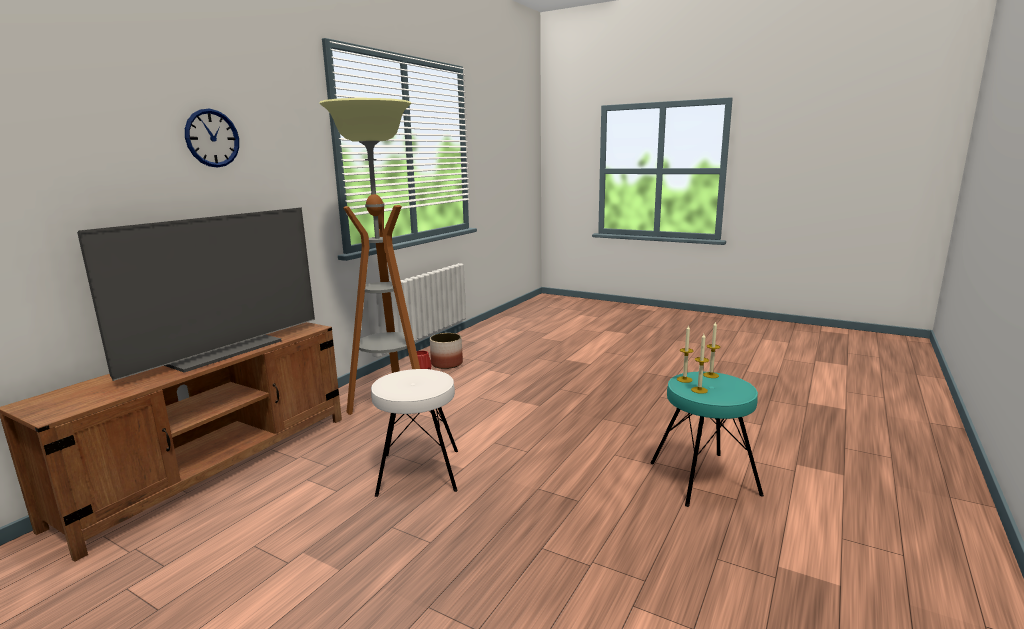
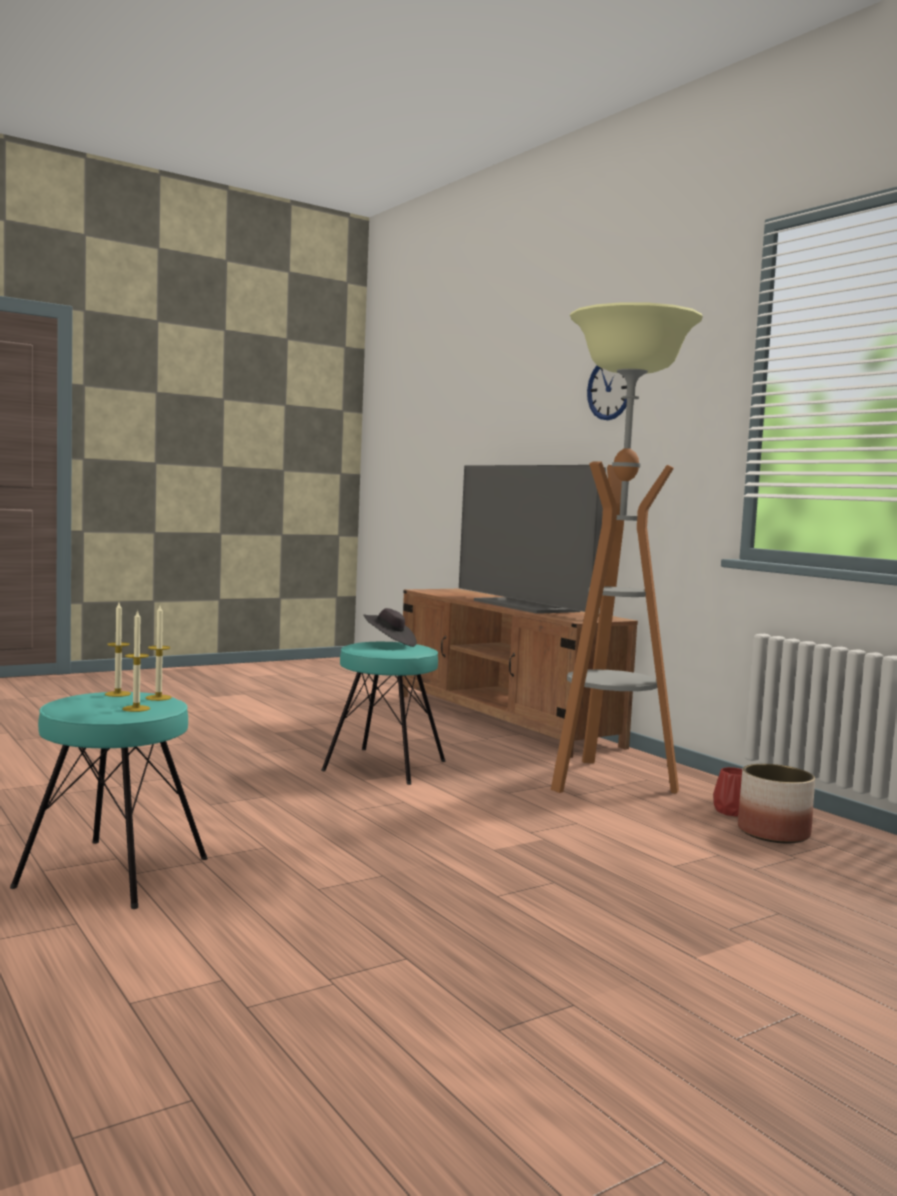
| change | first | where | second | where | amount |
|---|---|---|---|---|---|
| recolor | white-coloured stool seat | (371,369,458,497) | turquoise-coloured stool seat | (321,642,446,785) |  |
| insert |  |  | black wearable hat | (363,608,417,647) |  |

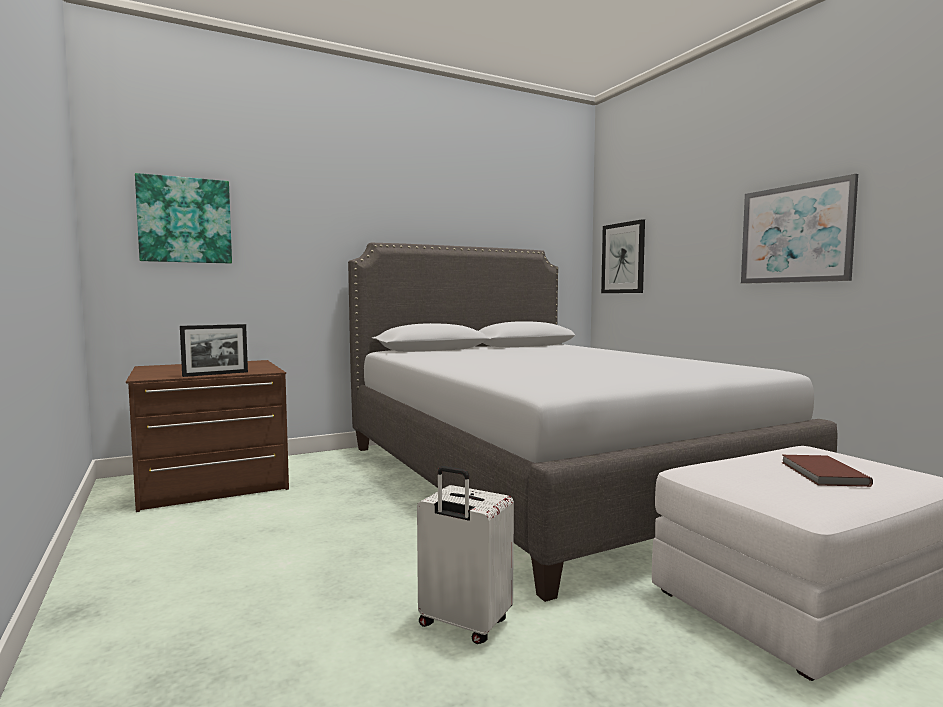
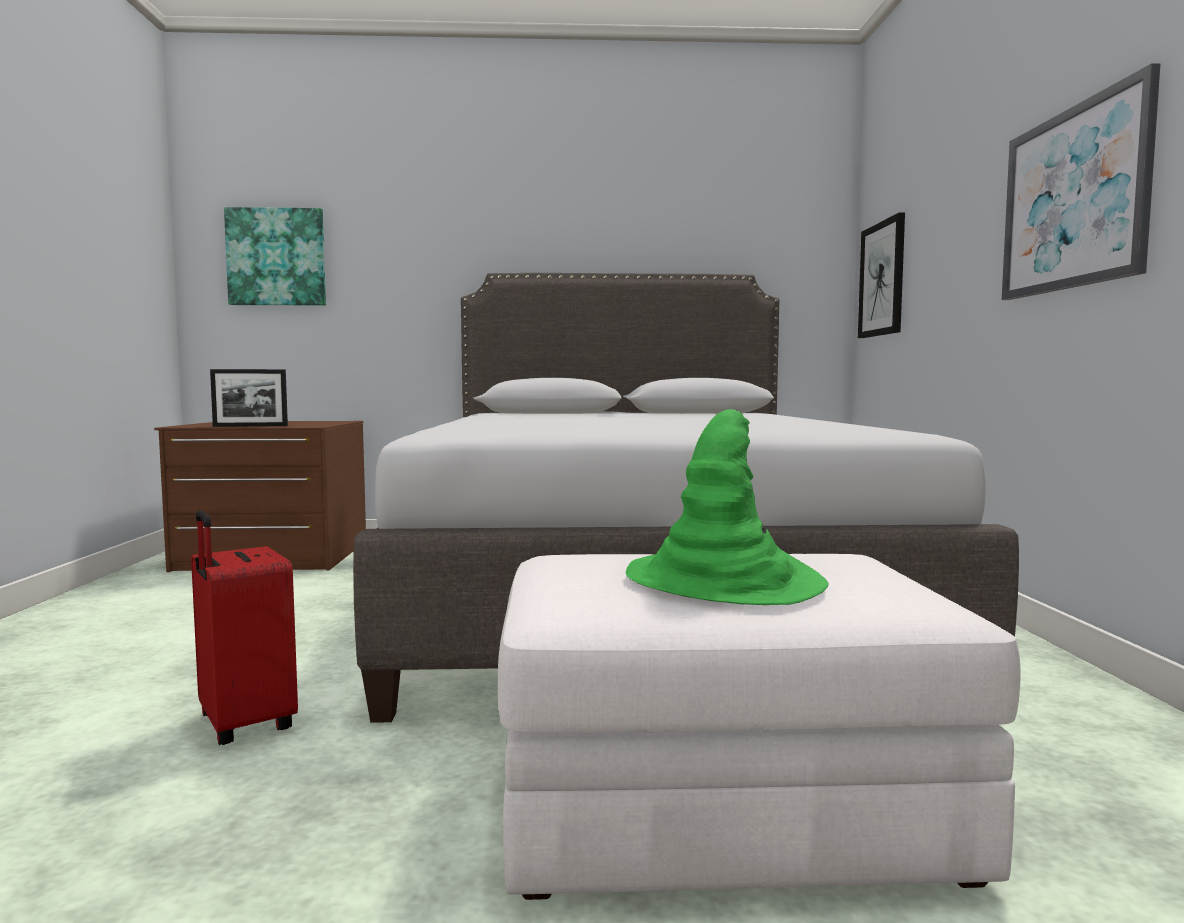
| change | first | where | second | where | amount |
|---|---|---|---|---|---|
| recolor | white-coloured suitcase | (417,466,514,644) | red suitcase | (191,510,298,745) |  |
| replace | brownish volume | (781,455,873,487) | greenish wearable hat | (626,409,828,605) |  |

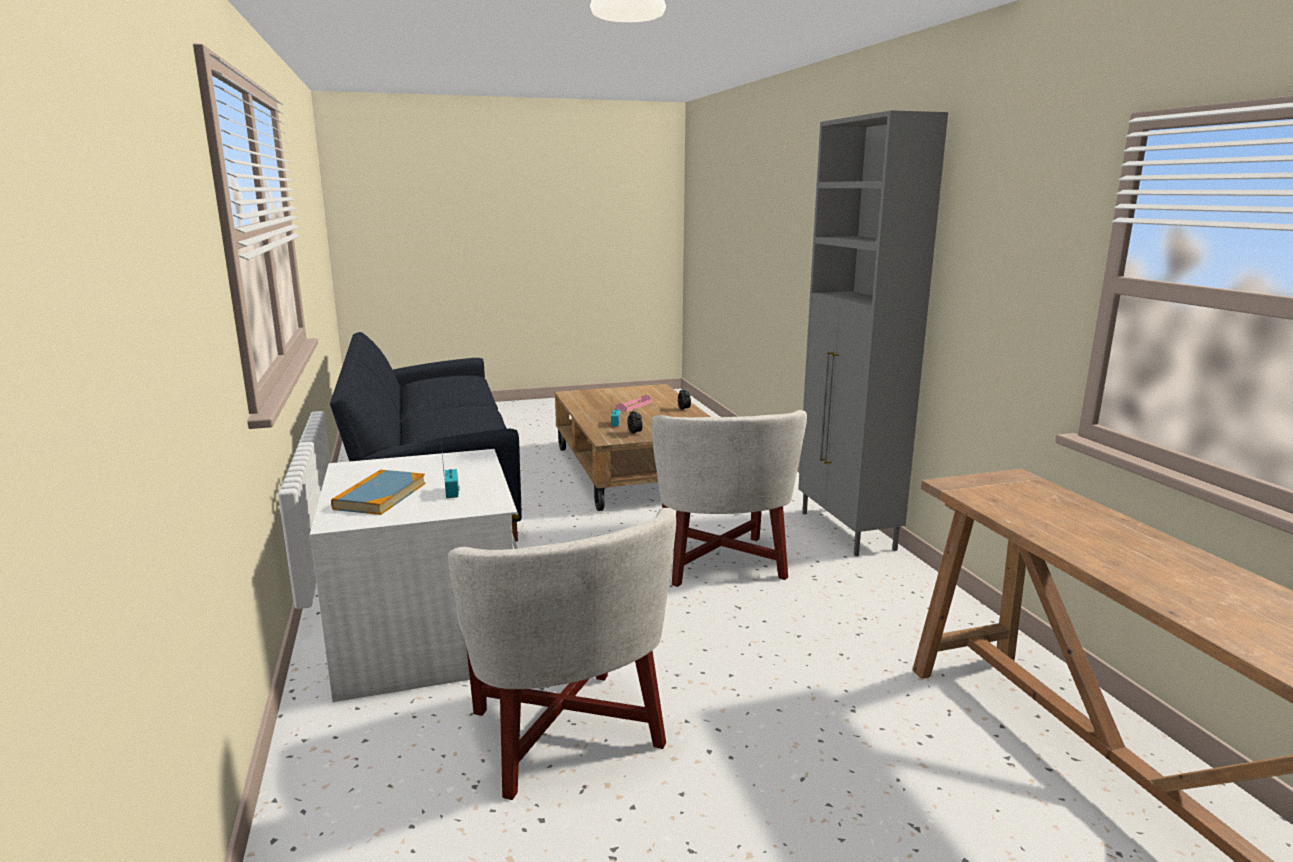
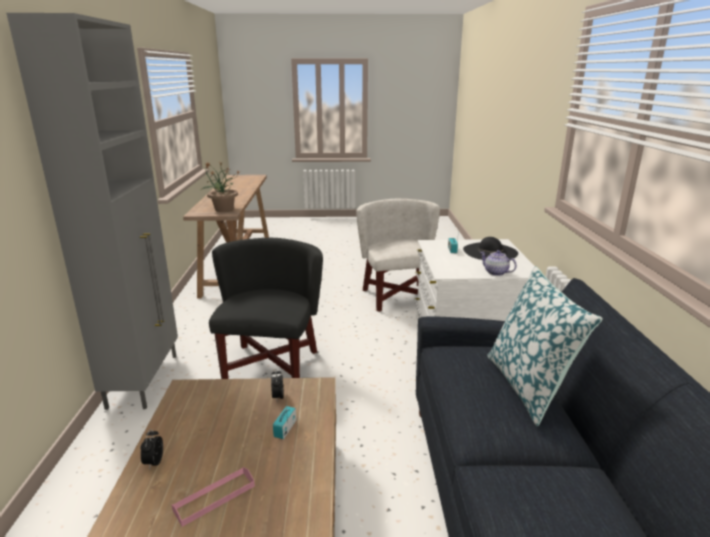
| change | first | where | second | where | amount |
|---|---|---|---|---|---|
| replace | volume | (331,470,426,515) | black wearable hat | (463,237,518,260) |  |
| recolor | white-coloured lounge chair | (651,410,807,587) | black lounge chair | (209,238,323,379) |  |
| insert |  |  | houseplant | (202,162,240,212) |  |
| insert |  |  | tea pot | (480,250,517,276) |  |
| insert |  |  | throw pillow | (487,266,603,427) |  |

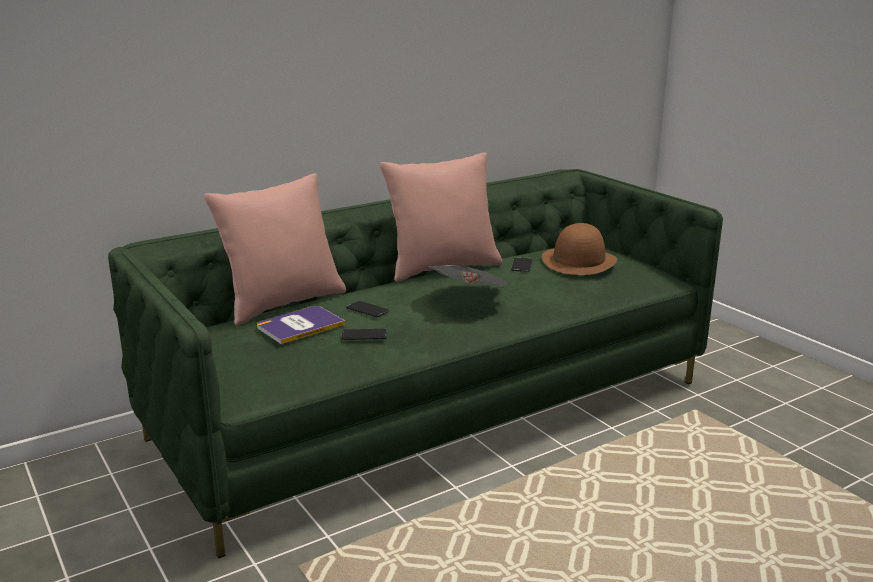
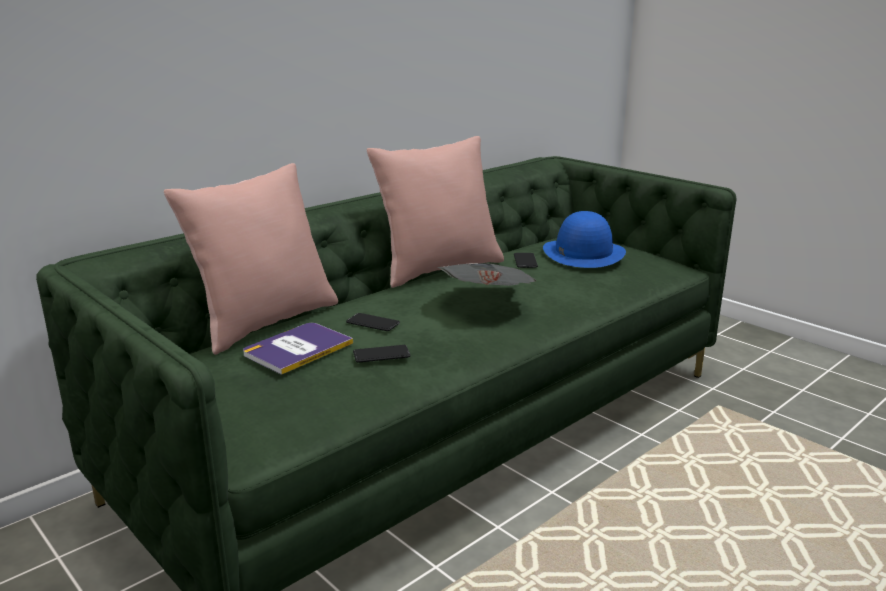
| change | first | where | second | where | amount |
|---|---|---|---|---|---|
| recolor | brownish wearable hat | (542,223,617,275) | blue wearable hat | (543,211,626,268) |  |

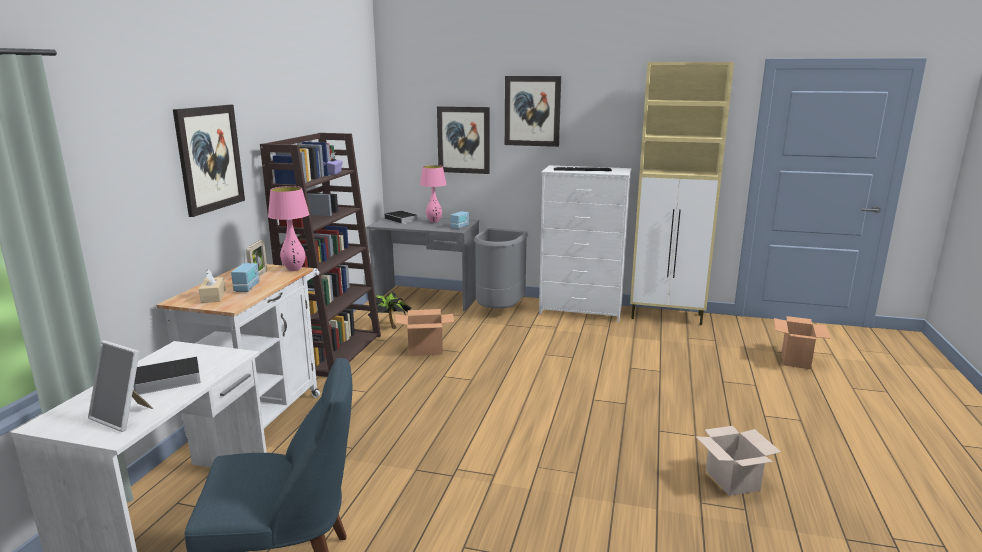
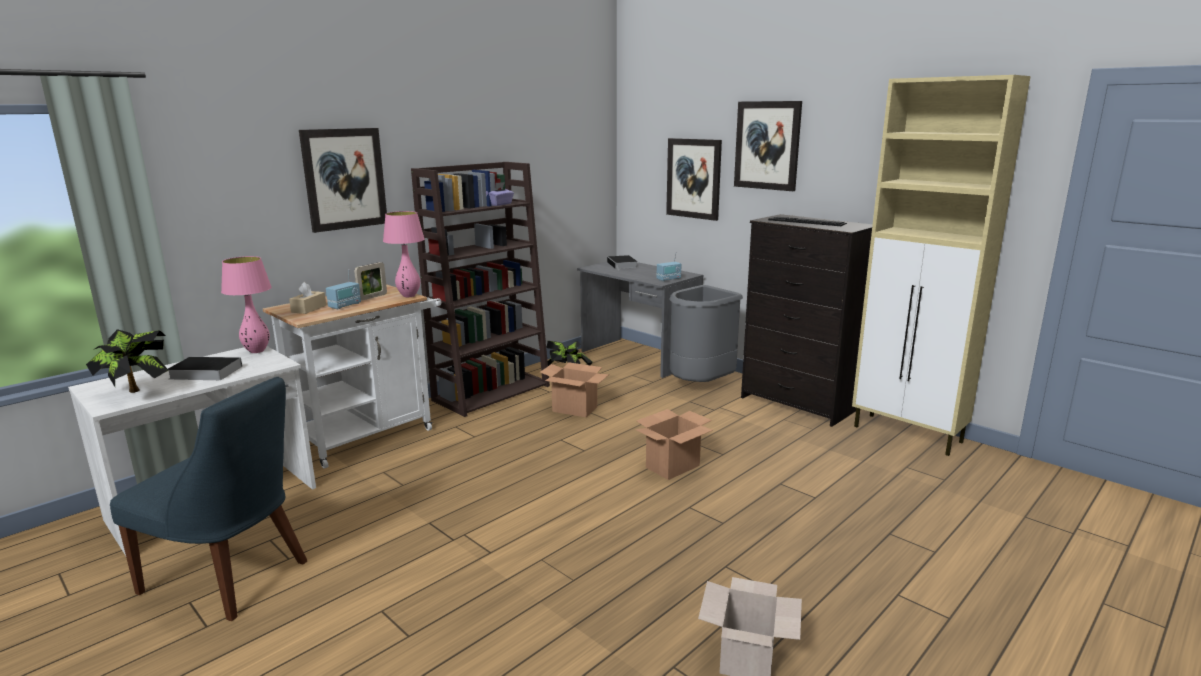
| change | first | where | second | where | amount |
|---|---|---|---|---|---|
| replace | picture frame | (88,340,154,432) | houseplant | (86,329,170,393) |  |
| move | pinkish lamp for a table | (420,165,447,223) |  | (221,256,272,353) |  |
| recolor | white-coloured dresser | (539,165,632,322) | black dresser | (741,214,873,427) |  |
| move | carton | (774,316,830,369) |  | (635,409,713,480) |  |

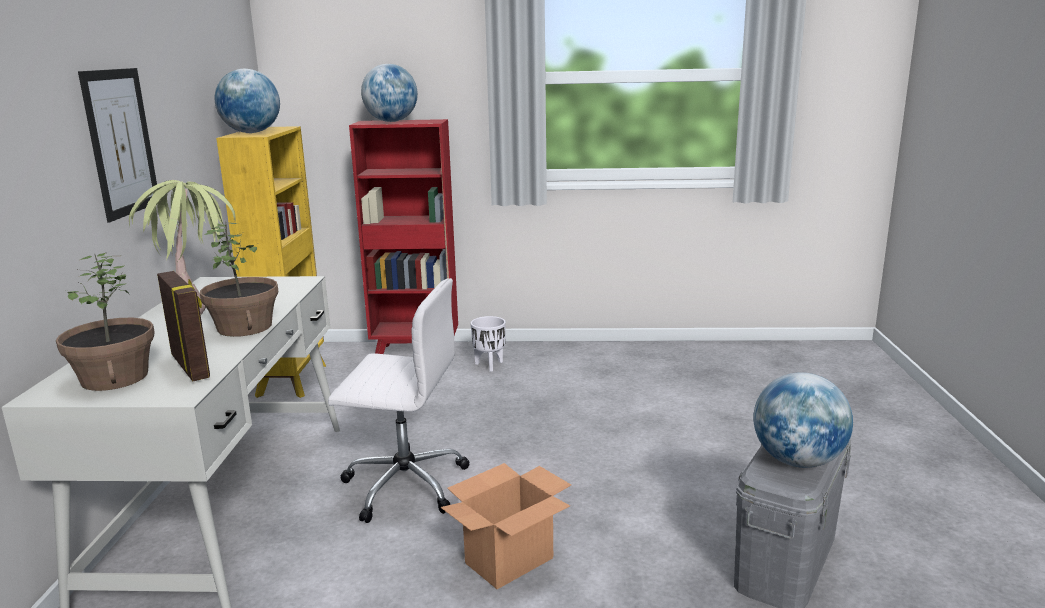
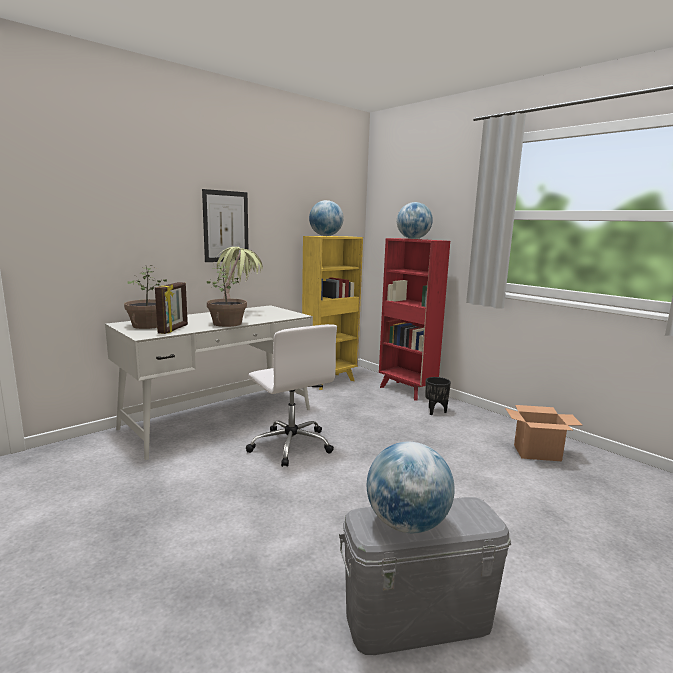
| change | first | where | second | where | amount |
|---|---|---|---|---|---|
| move | carton | (441,463,571,589) |  | (505,405,582,461) |  |
| recolor | white-coloured planter | (470,316,506,372) | black planter | (425,377,451,415) |  |

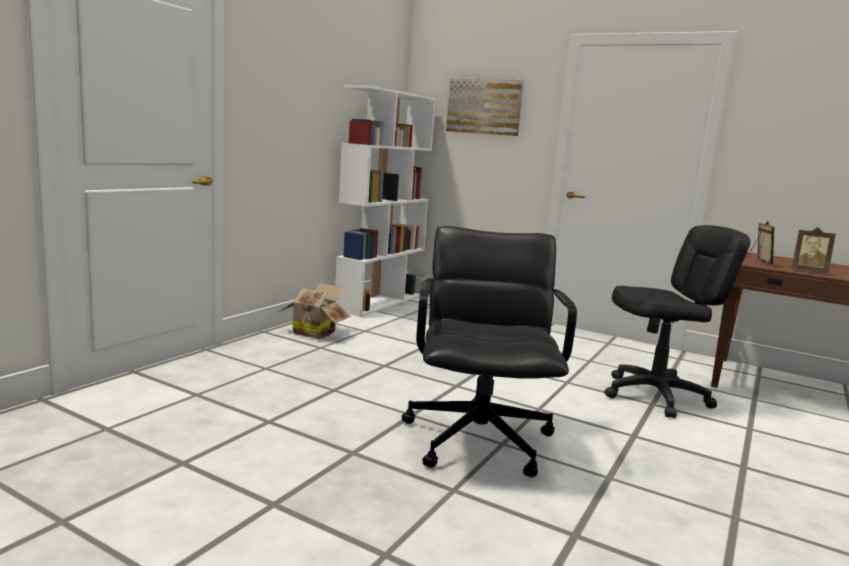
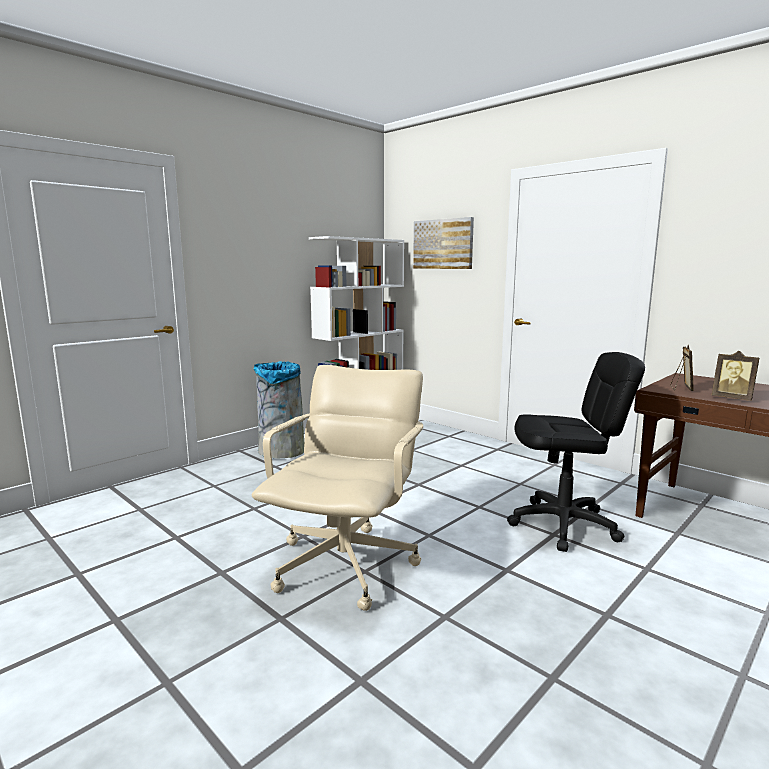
| change | first | where | second | where | amount |
|---|---|---|---|---|---|
| replace | carton | (278,283,351,339) | greyish trash can | (253,361,304,459) |  |
| recolor | black desk chair | (402,226,577,477) | beige desk chair | (252,365,423,611) |  |

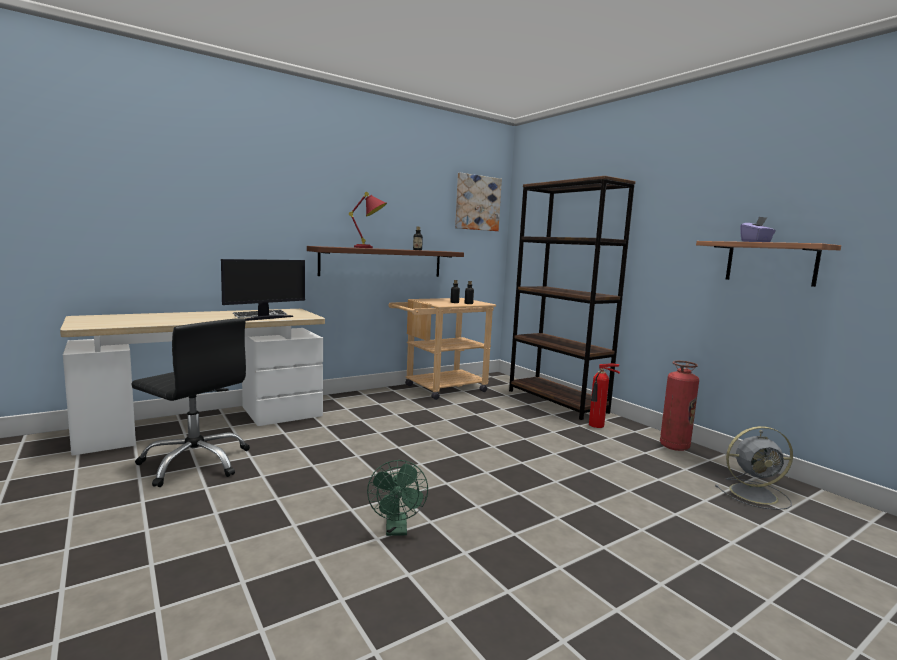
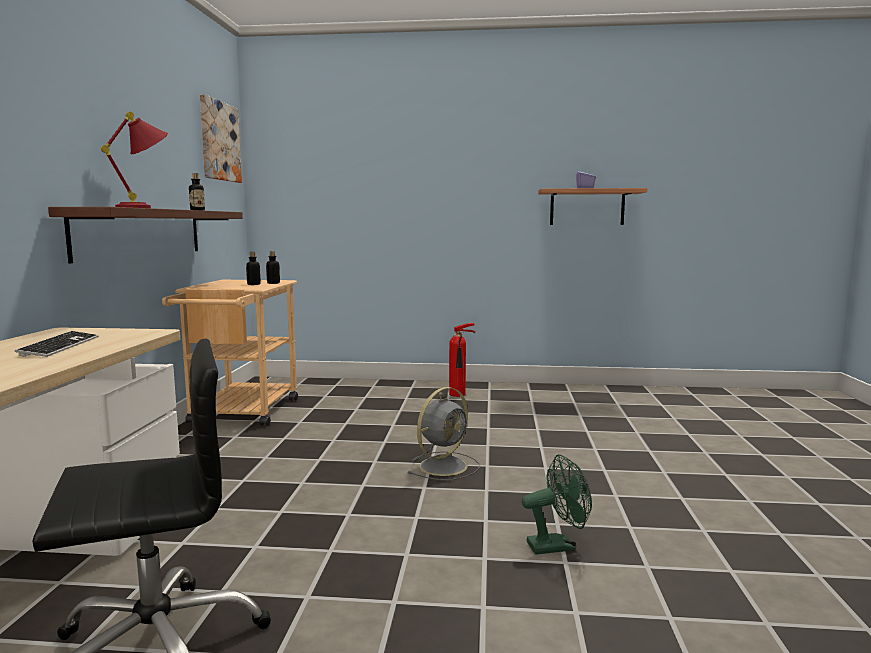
| change | first | where | second | where | amount |
|---|---|---|---|---|---|
| delete | monitor | (221,259,305,321) |  |  |  |
| rotate | greenish electric fan | (367,460,428,536) |  | (522,454,592,555) | 45 degrees counterclockwise |
| delete | brownish bookshelf | (509,176,636,420) |  |  |  |
| delete | fire extinguisher | (660,360,699,451) |  |  |  |
| move | greyish electric fan | (715,426,793,510) |  | (408,387,479,480) |  |

